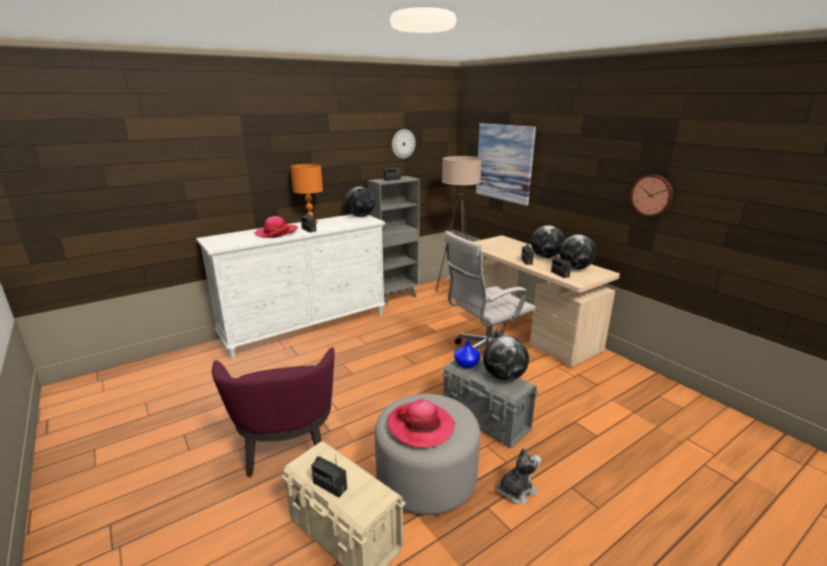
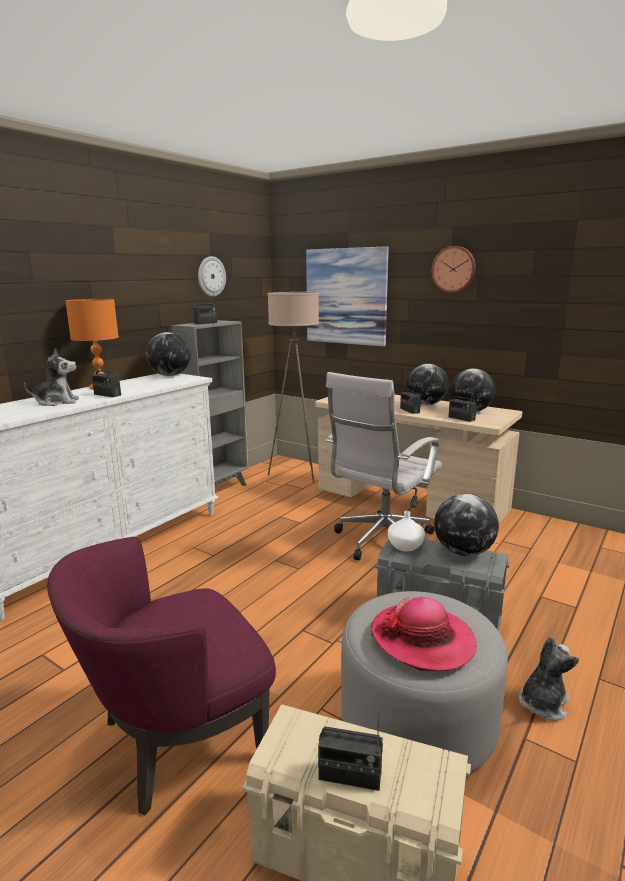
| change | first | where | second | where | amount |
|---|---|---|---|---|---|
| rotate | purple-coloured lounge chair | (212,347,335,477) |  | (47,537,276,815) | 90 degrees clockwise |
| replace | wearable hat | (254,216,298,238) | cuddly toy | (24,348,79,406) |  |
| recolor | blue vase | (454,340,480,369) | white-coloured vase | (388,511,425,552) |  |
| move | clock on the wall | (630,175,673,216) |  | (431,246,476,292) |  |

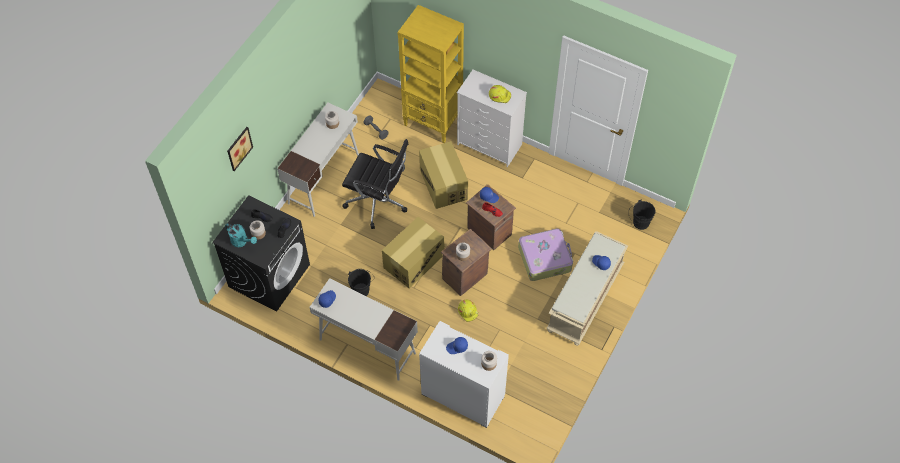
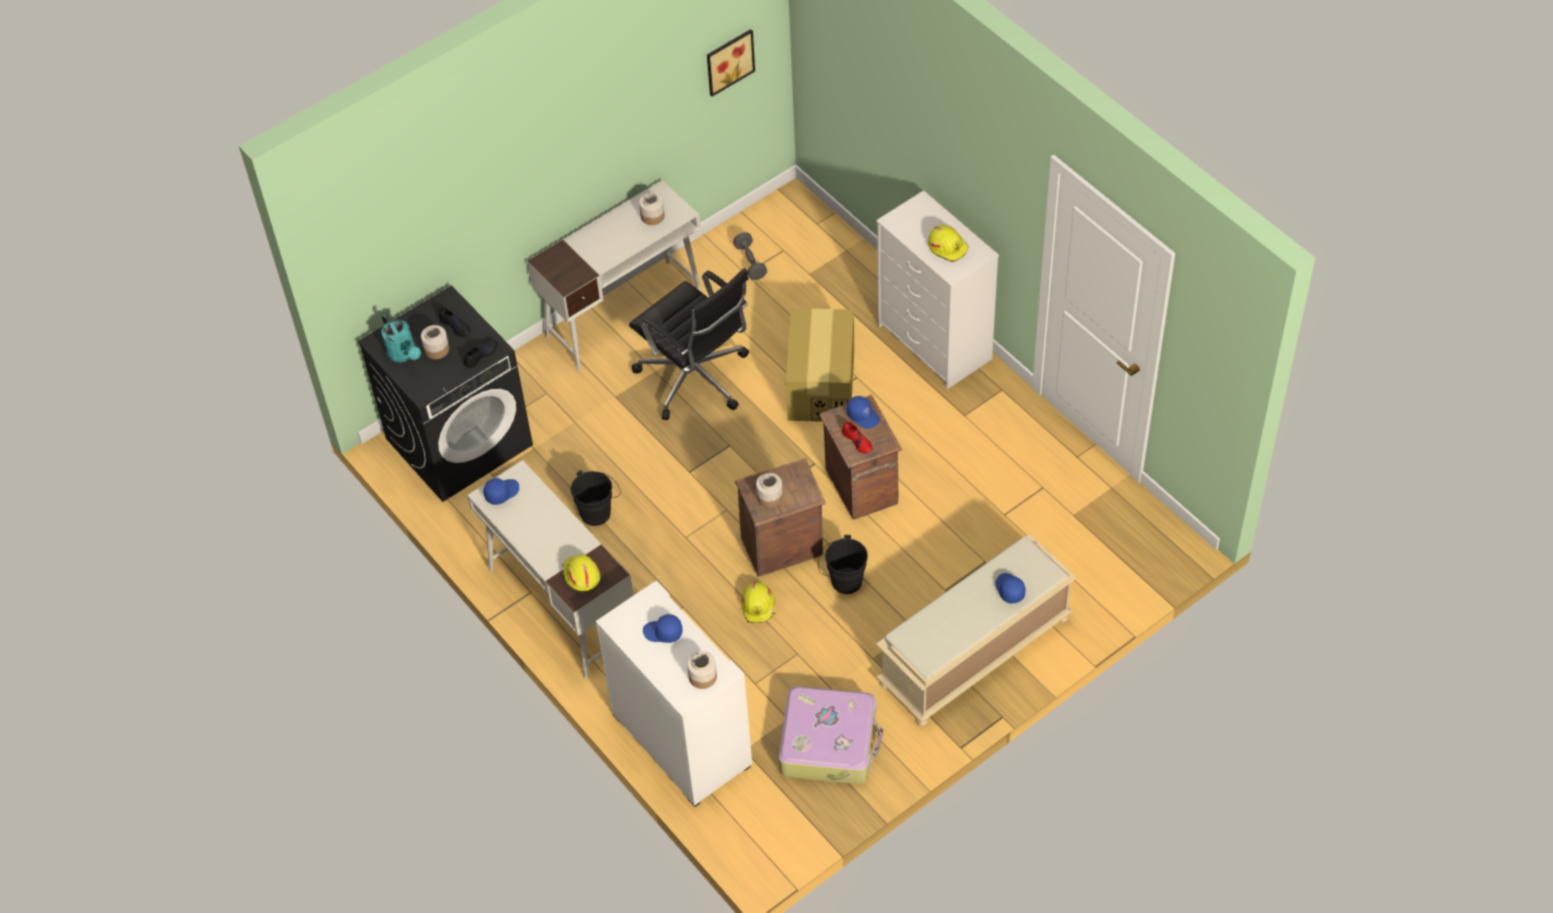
| change | first | where | second | where | amount |
|---|---|---|---|---|---|
| move | picture | (227,127,253,171) |  | (707,29,755,97) |  |
| delete | carton | (382,217,444,288) |  |  |  |
| delete | yellowish bookshelf | (398,5,464,143) |  |  |  |
| move | suitcase | (518,229,573,281) |  | (779,686,883,784) |  |
| move | black water bucket | (628,200,656,230) |  | (818,535,868,594) |  |
| insert |  |  | yellowish safety helmet | (562,554,600,592) |  |

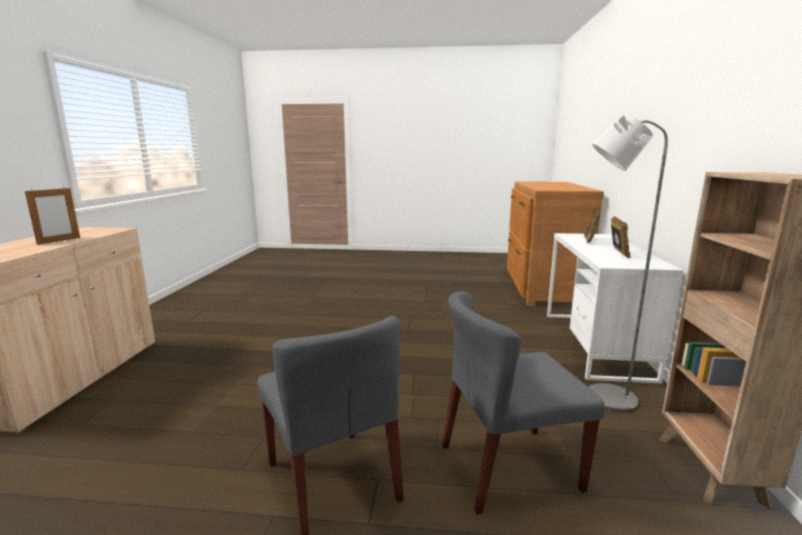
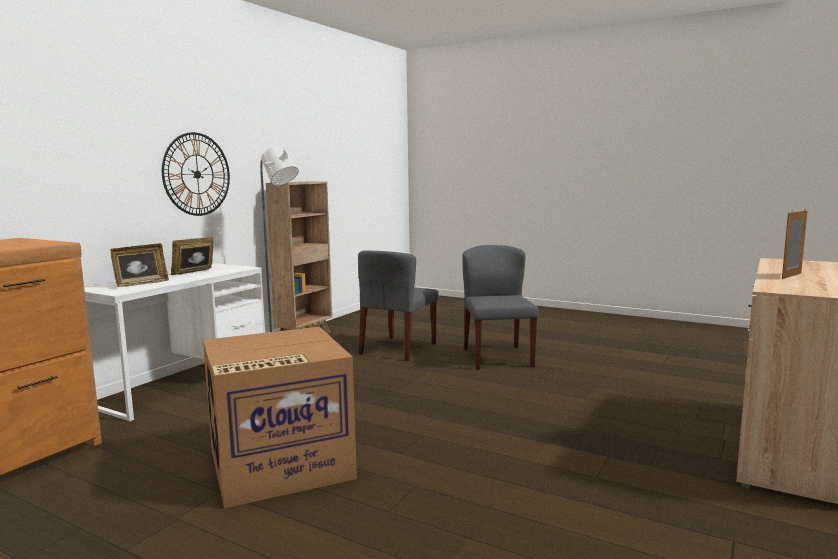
| change | first | where | second | where | amount |
|---|---|---|---|---|---|
| rotate | greyish upright chair | (442,291,605,515) |  | (358,250,439,361) | 105 degrees clockwise |
| insert |  |  | clock on the wall | (162,132,230,216) |  |
| insert |  |  | carton | (203,326,357,508) |  |

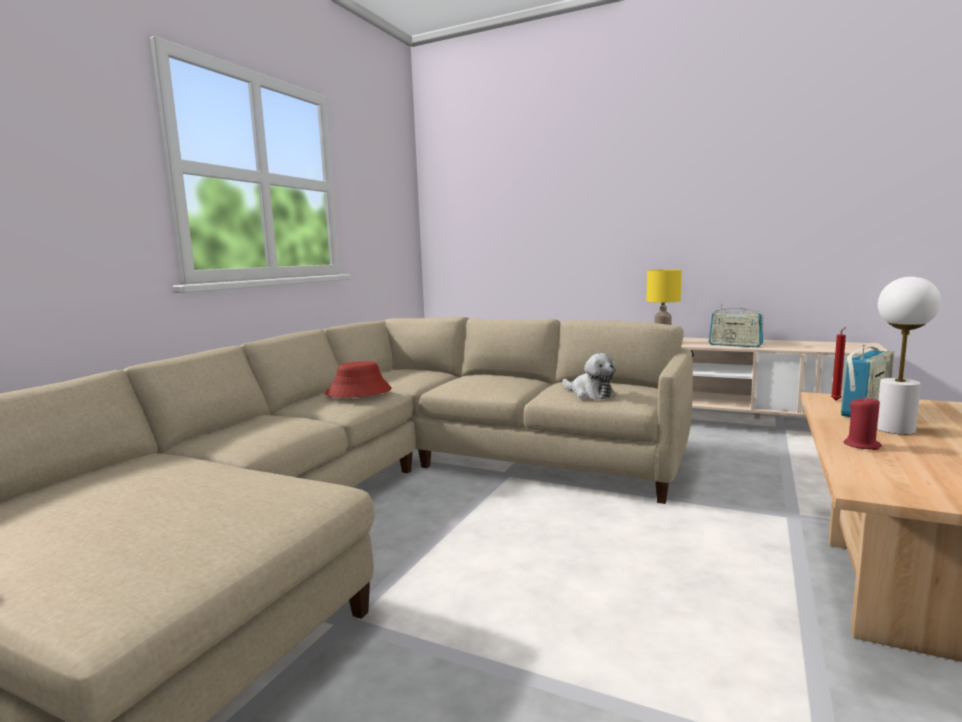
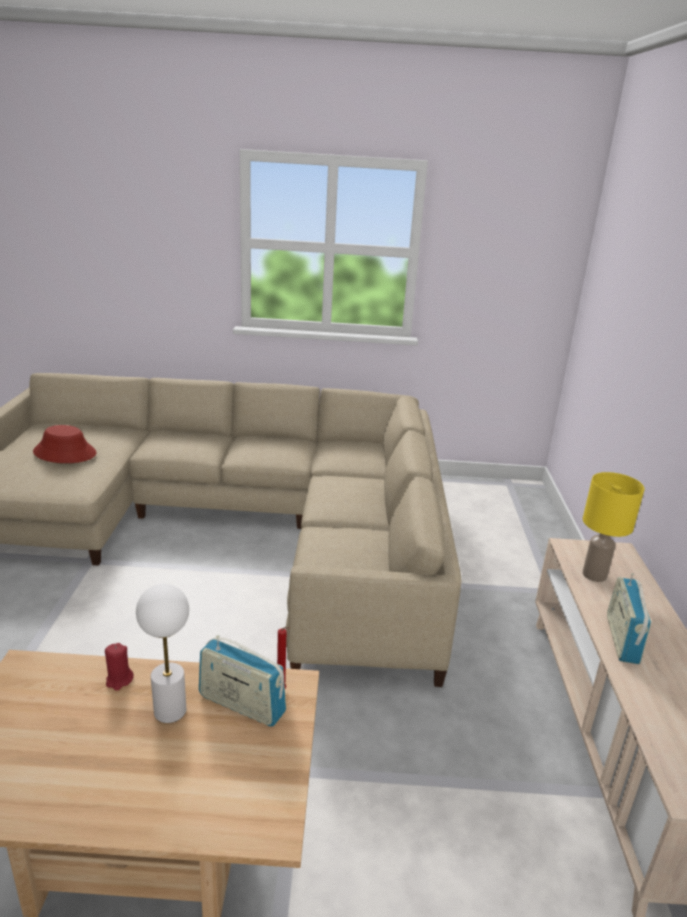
| change | first | where | second | where | amount |
|---|---|---|---|---|---|
| move | red wearable hat | (325,361,392,398) |  | (33,425,97,463) |  |
| delete | cuddly toy | (562,353,617,399) |  |  |  |

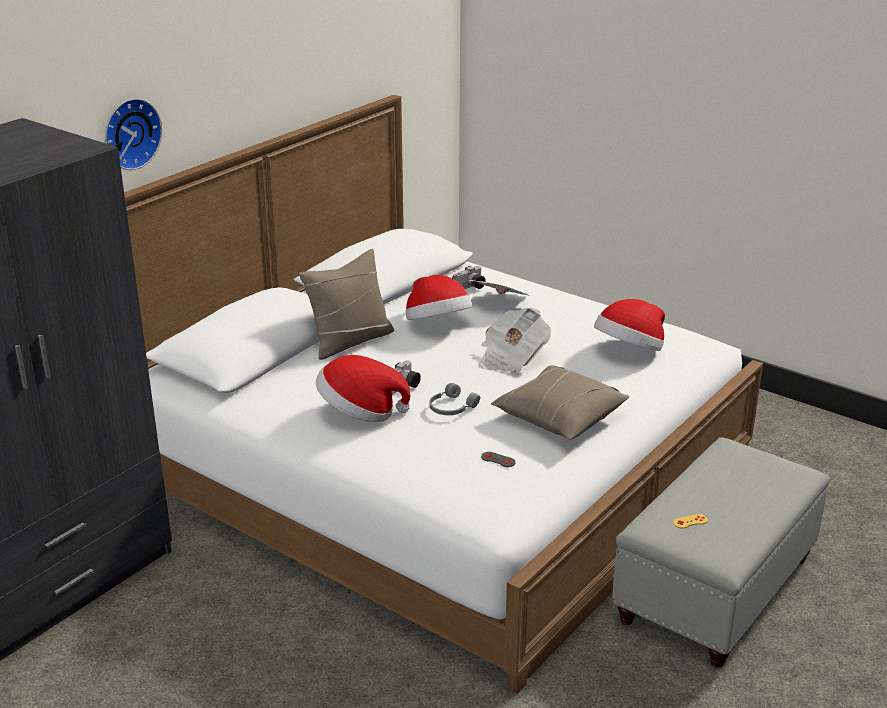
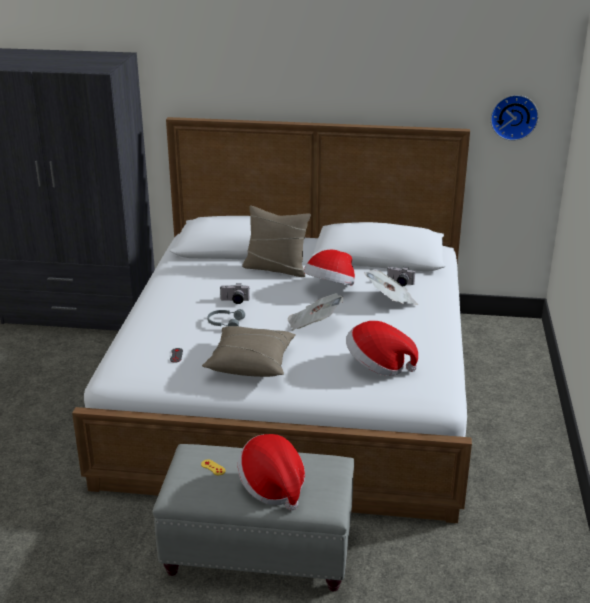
| change | first | where | second | where | amount |
|---|---|---|---|---|---|
| move | clock on the wall | (105,98,162,170) |  | (491,95,539,141) |  |
| move | wearable hat | (316,355,410,422) |  | (238,434,305,511) |  |

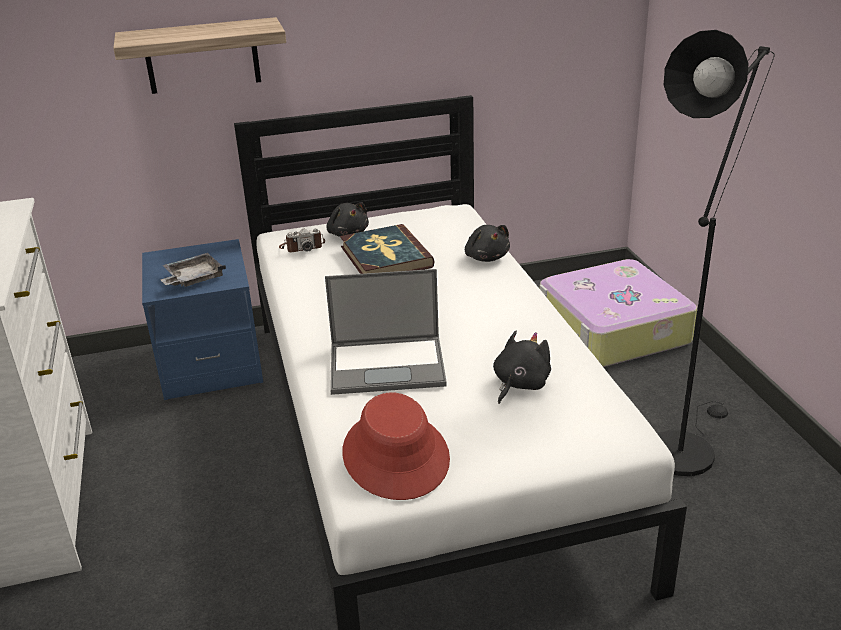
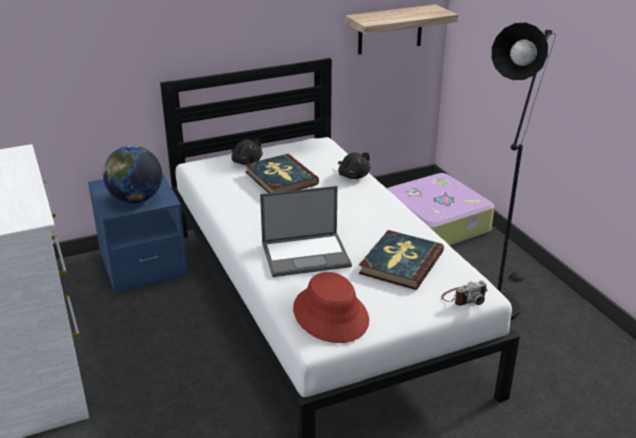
| change | first | where | second | where | amount |
|---|---|---|---|---|---|
| move | shelf | (113,17,286,94) |  | (345,4,458,54) |  |
| replace | greyish serving tray | (160,253,226,287) | world globe | (103,145,162,204) |  |
| move | photo camera | (279,228,325,252) |  | (442,280,487,306) |  |
| replace | black cuddly toy | (493,331,551,404) | volume | (359,230,444,290) |  |

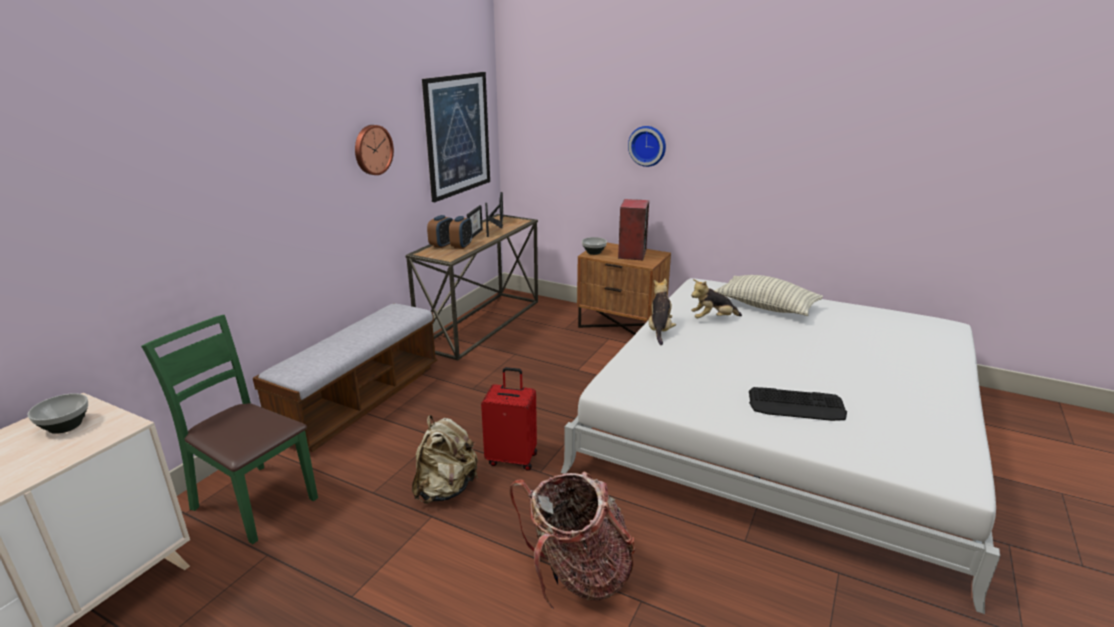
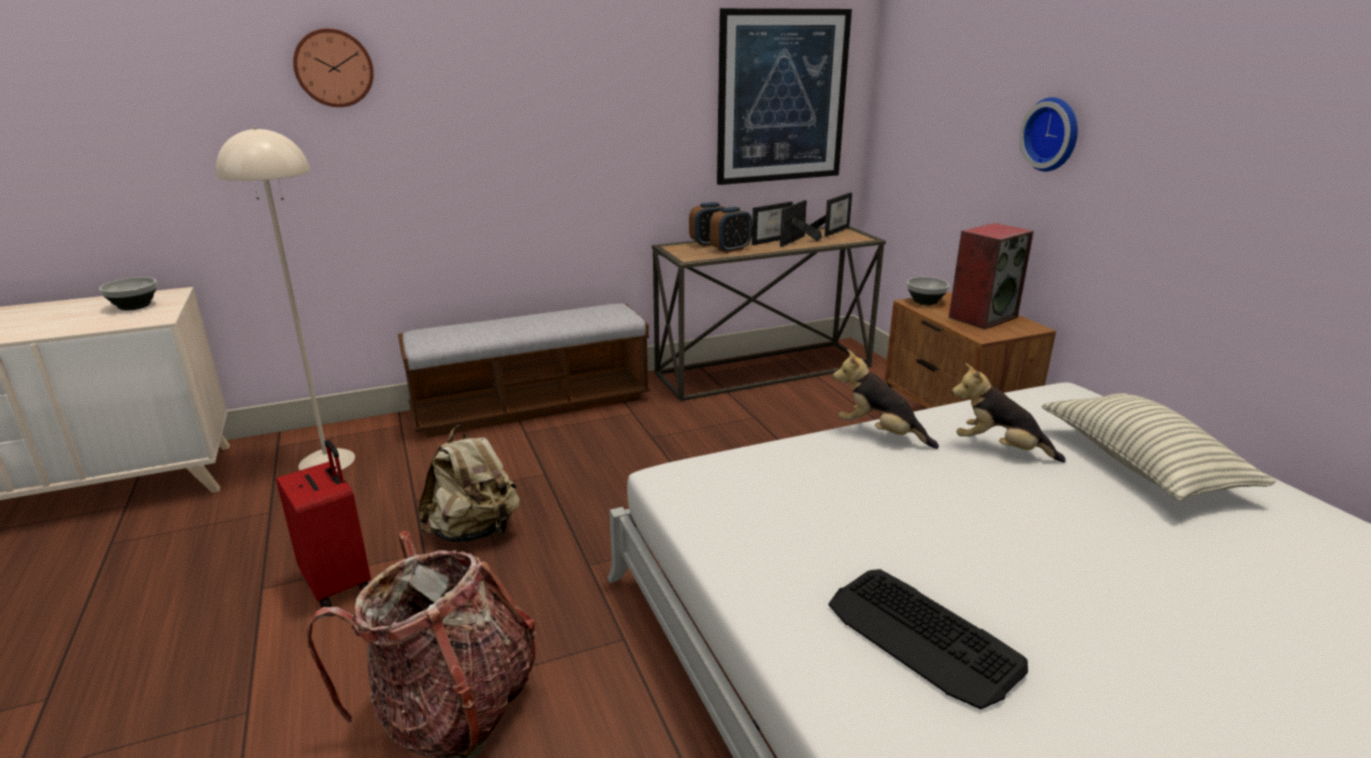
| change | first | where | second | where | amount |
|---|---|---|---|---|---|
| replace | greenish upright chair | (141,315,318,544) | beige floor lamp | (216,127,355,472) |  |
| move | clock on the wall | (355,125,394,175) |  | (293,28,374,107) |  |
| move | red suitcase | (481,367,537,471) |  | (276,440,371,608) |  |
| rotate | cuddly toy | (648,279,676,345) |  | (833,349,939,449) | 105 degrees counterclockwise |

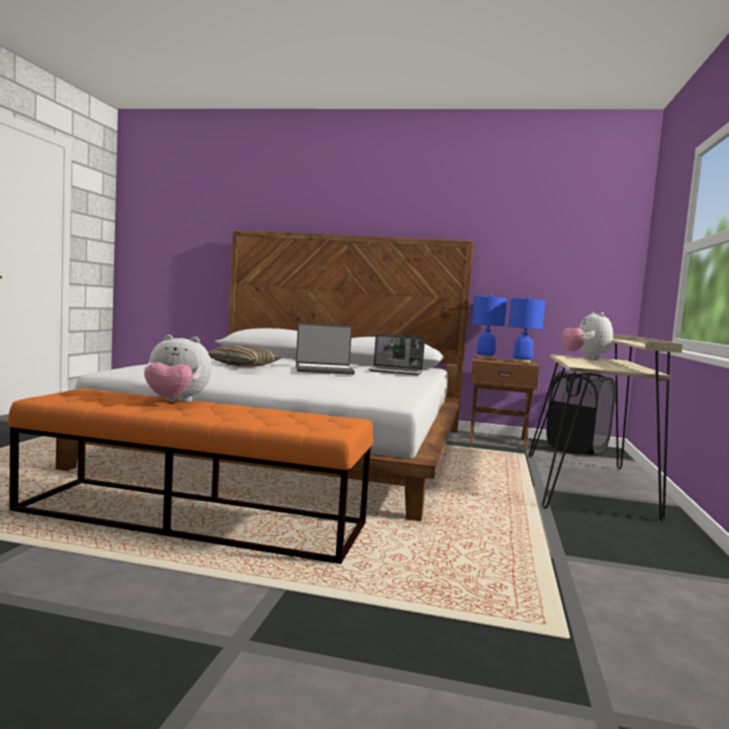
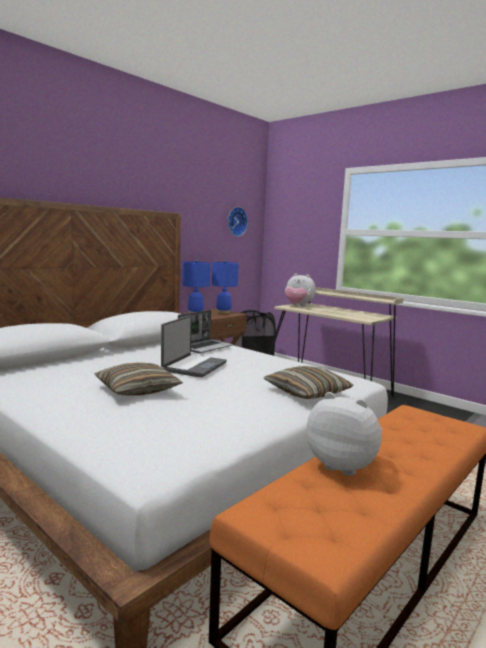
| change | first | where | second | where | amount |
|---|---|---|---|---|---|
| rotate | cuddly toy | (144,334,212,402) |  | (306,392,382,476) | 90 degrees counterclockwise |
| insert |  |  | clock on the wall | (228,207,248,237) |  |
| insert |  |  | throw pillow | (264,366,353,399) |  |

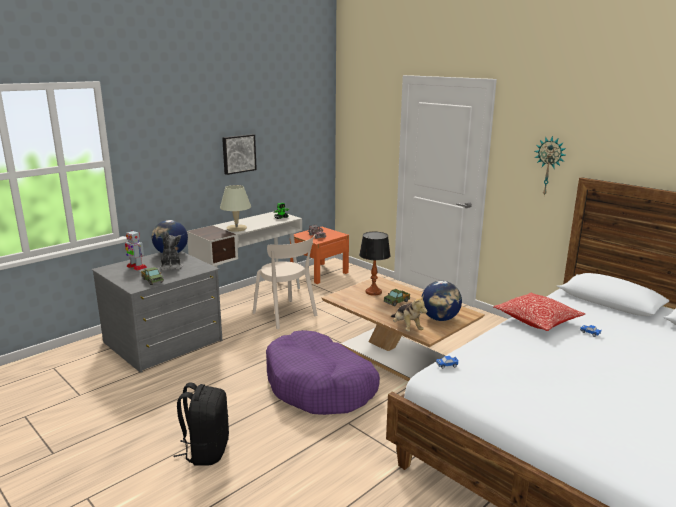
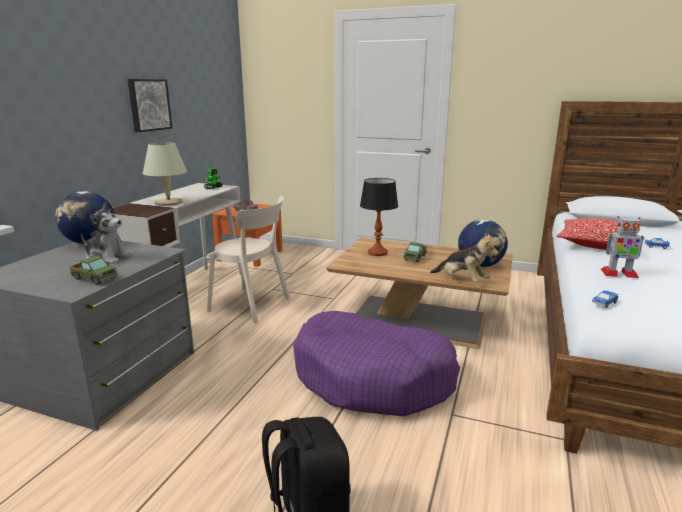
| change | first | where | second | where | amount |
|---|---|---|---|---|---|
| move | robot figure | (125,230,147,271) |  | (601,216,644,278) |  |
| rotate | cuddly toy | (159,231,183,271) |  | (81,202,132,264) | 150 degrees clockwise |
| delete | clock on the wall | (534,136,566,196) |  |  |  |

